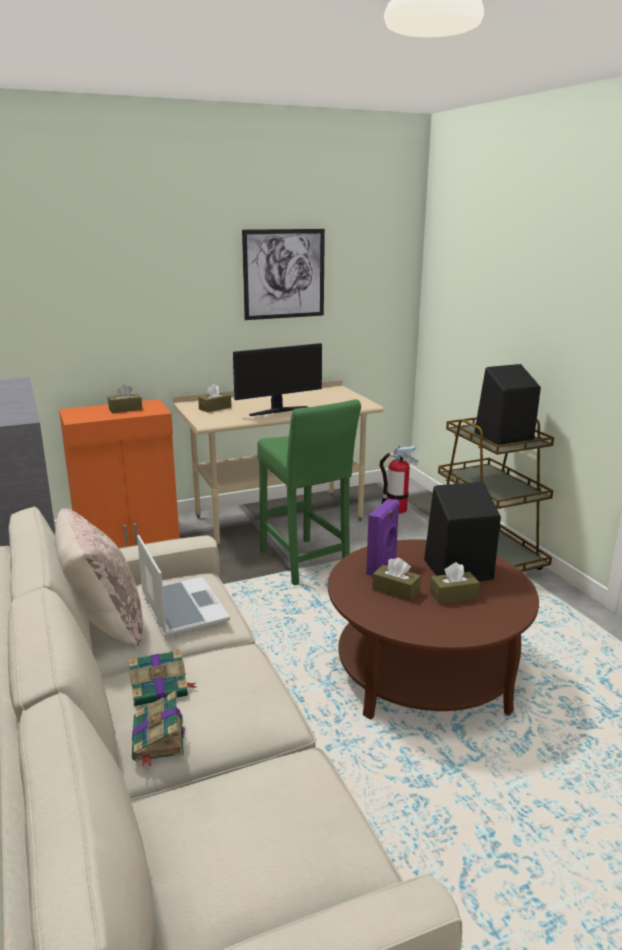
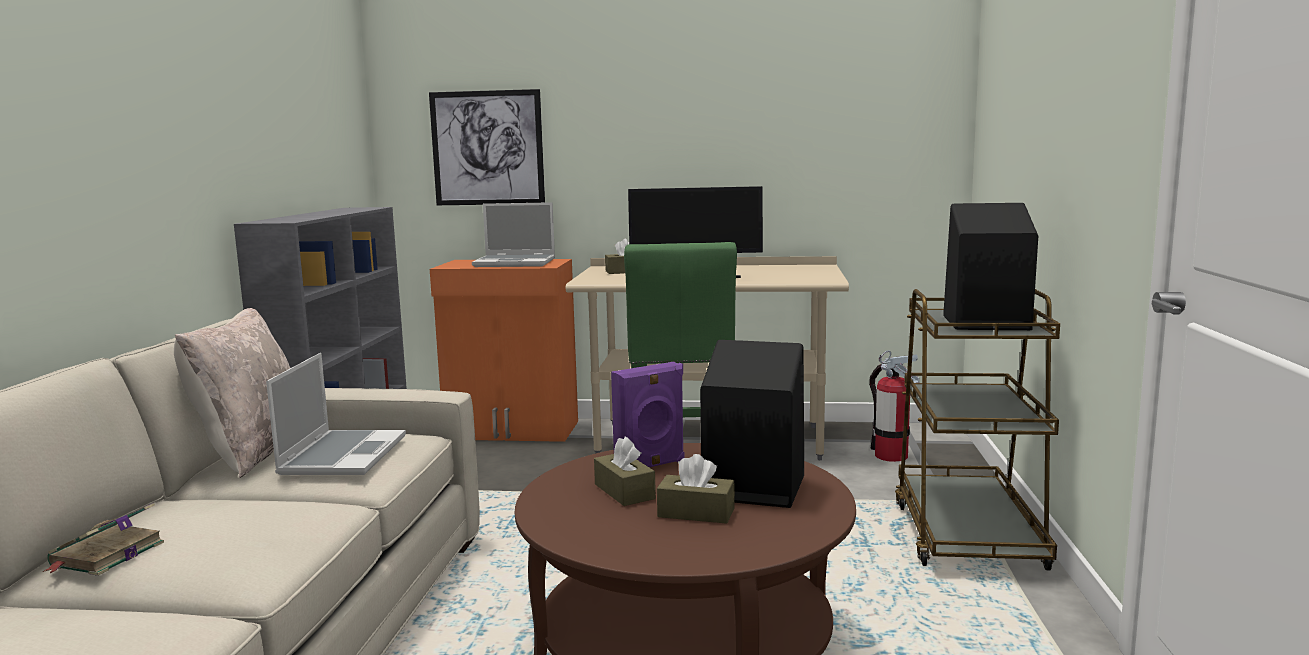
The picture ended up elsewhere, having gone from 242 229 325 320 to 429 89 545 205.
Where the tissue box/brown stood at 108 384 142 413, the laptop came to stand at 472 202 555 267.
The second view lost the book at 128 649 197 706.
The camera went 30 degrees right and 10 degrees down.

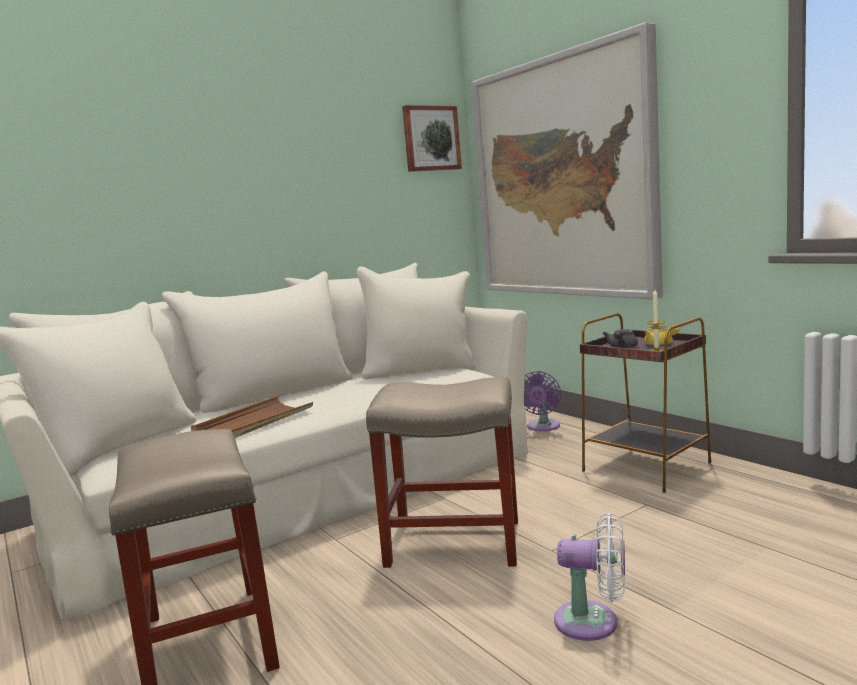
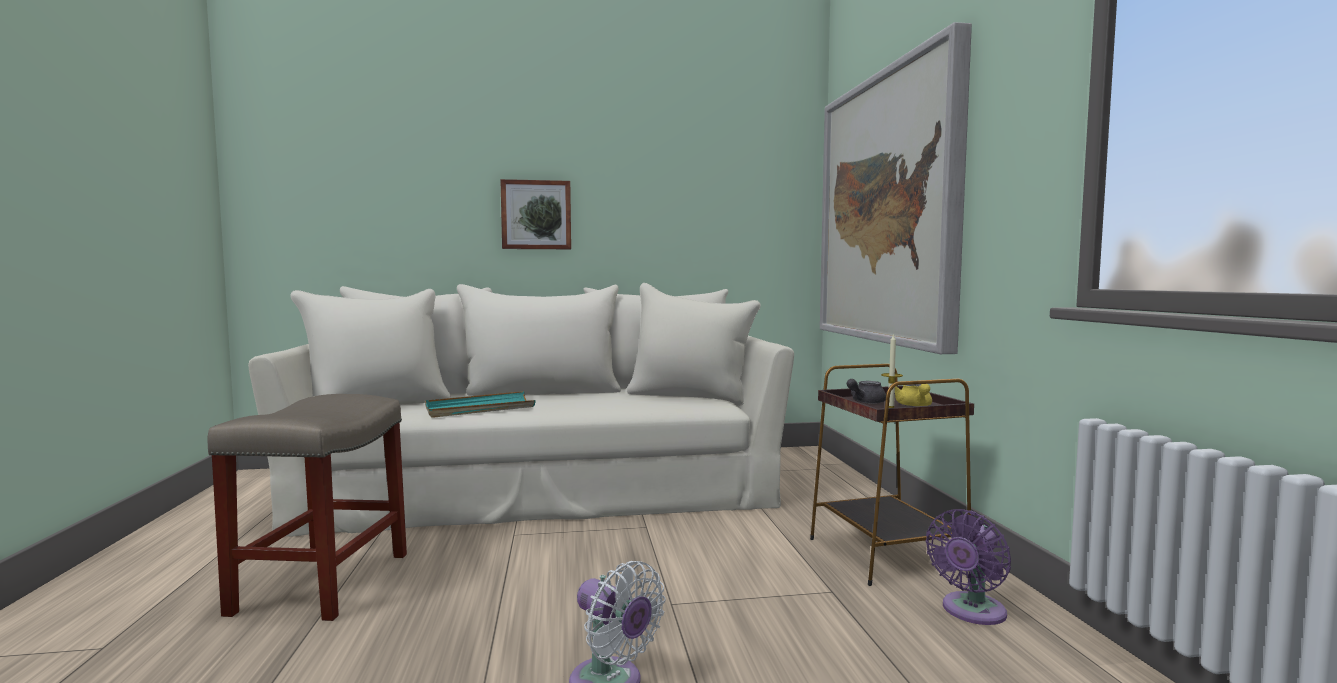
The picture ended up elsewhere, having gone from 402 105 462 172 to 500 179 571 249.
The fan/purple ended up elsewhere, having gone from 524 371 562 431 to 926 509 1011 625.
The second view lost the stool/beige at 366 377 518 568.
What was the tray/brown at 191 396 313 438 turned into the tray/turquoise at 425 391 536 418.
The camera went 25 degrees right and 5 degrees down.

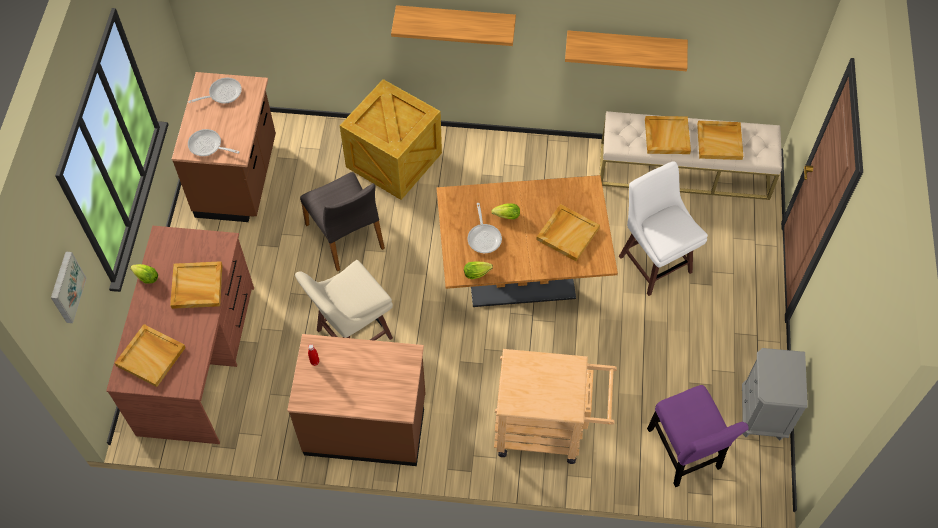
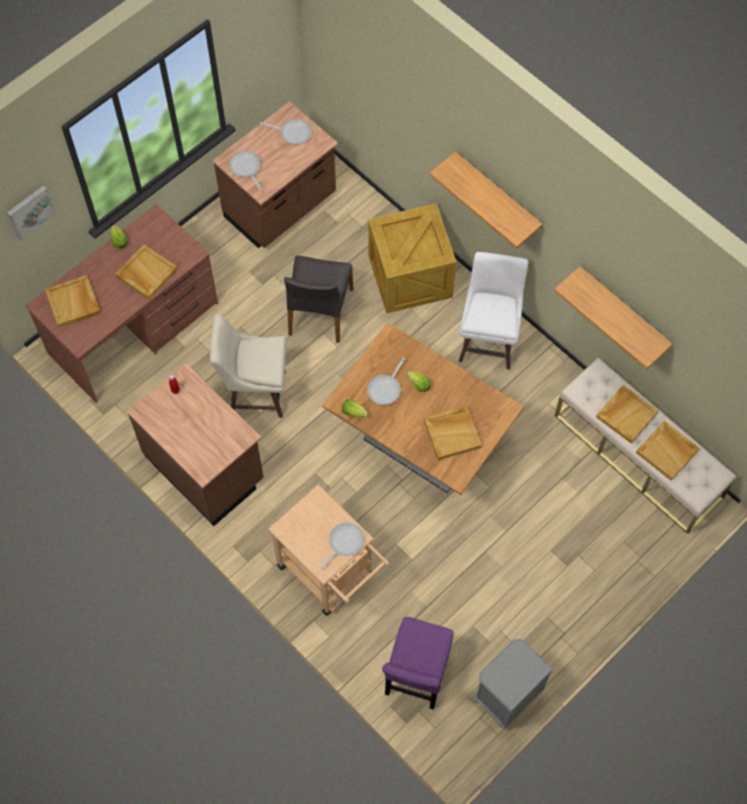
The stool/white ended up elsewhere, having gone from 619 161 708 296 to 459 252 528 370.
The second view gained the frying pan at 319 522 364 570.
The camera went 40 degrees right and 5 degrees up.

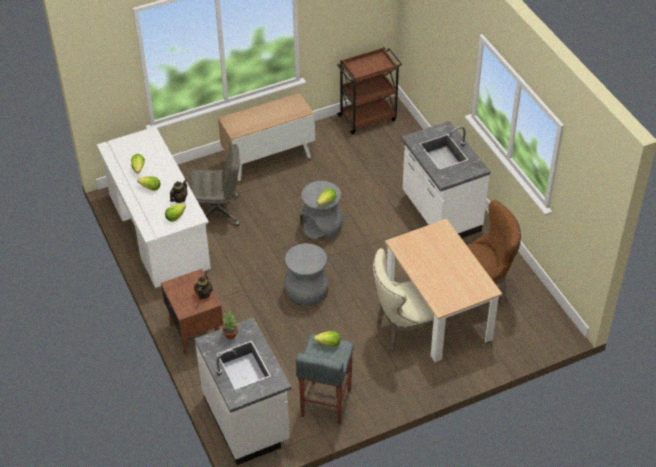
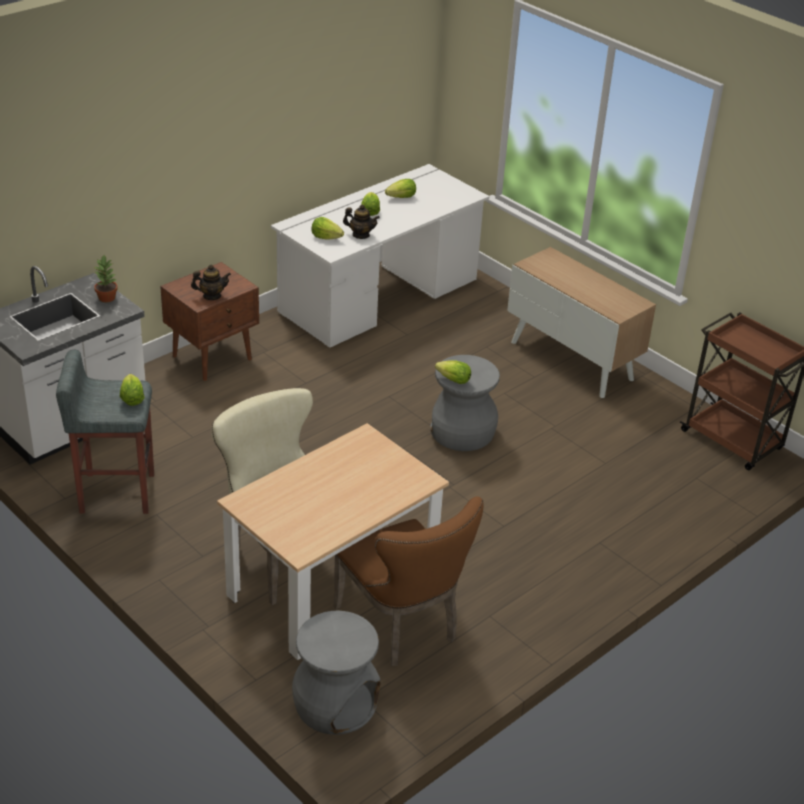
The second view lost the counter/white at 401 121 490 238.
The second view lost the office chair/grey at 189 144 240 226.
The stool/grey ended up elsewhere, having gone from 284 243 328 306 to 292 611 381 735.
The camera went 70 degrees right and 10 degrees down.

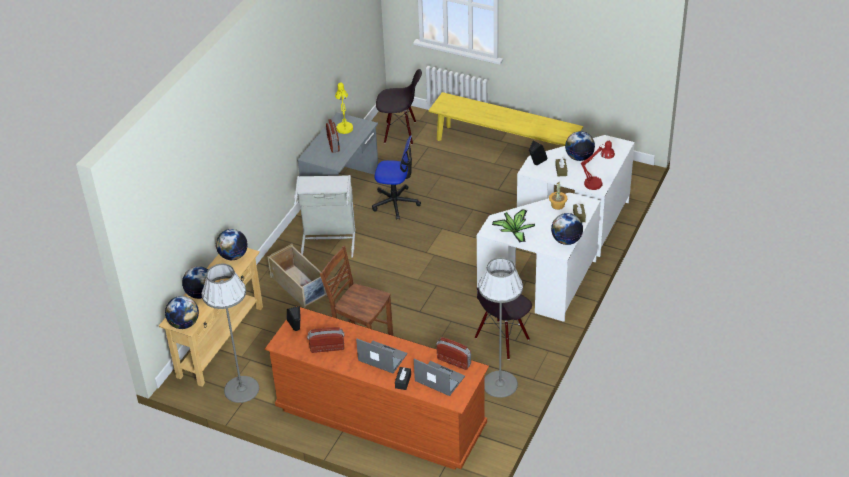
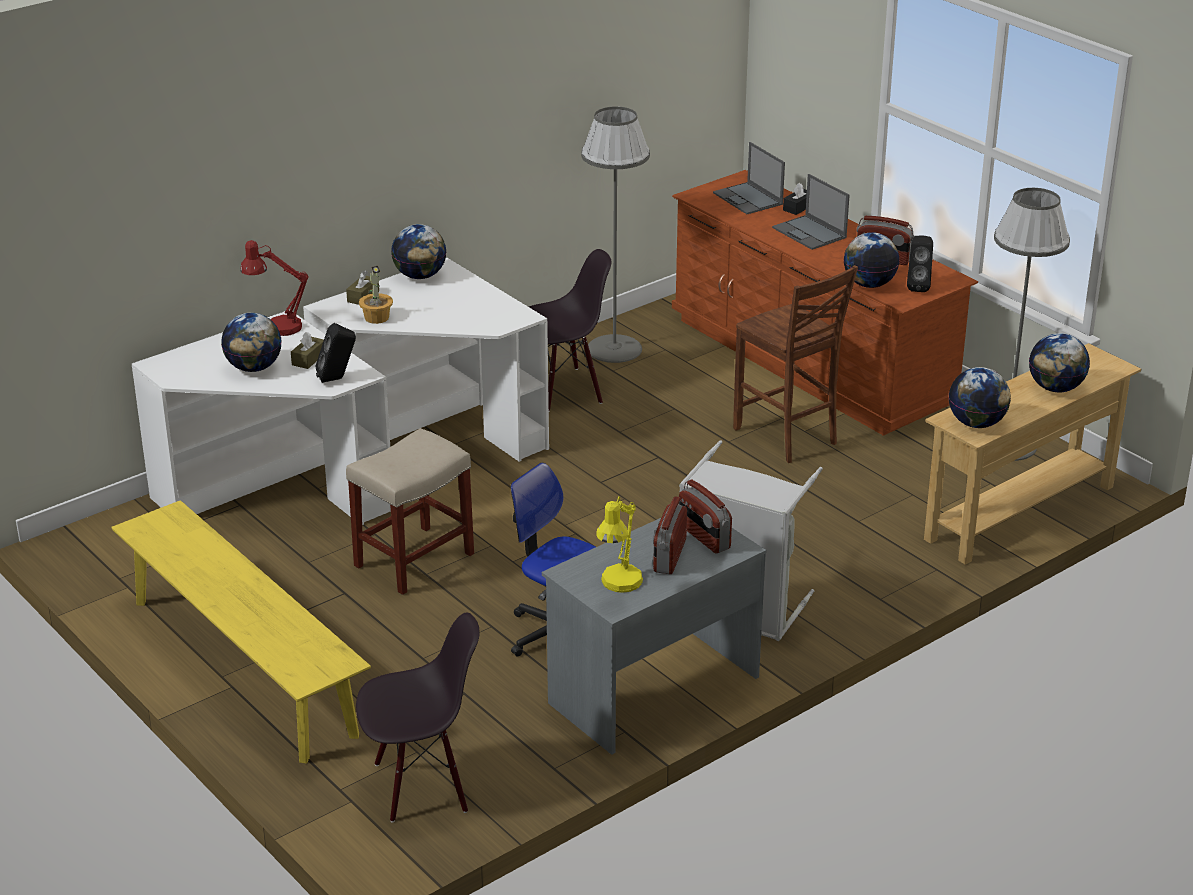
The chair/black at 376 69 422 145 ended up facing another way, 135 degrees clockwise from before.
The second view lost the potted plant at 492 209 535 242.
The second view lost the storage box/beige at 267 244 327 308.
The globe ended up elsewhere, having gone from 165 296 199 329 to 844 232 900 288.
The radio ended up elsewhere, having gone from 437 337 471 370 to 679 480 732 554.
The second view gained the stool/beige at 346 428 474 595.
The camera went 155 degrees left and 10 degrees down.

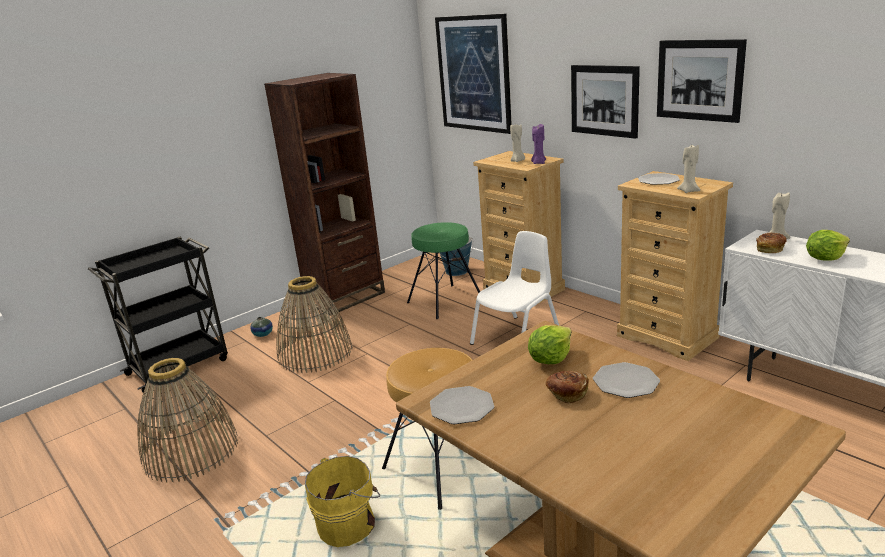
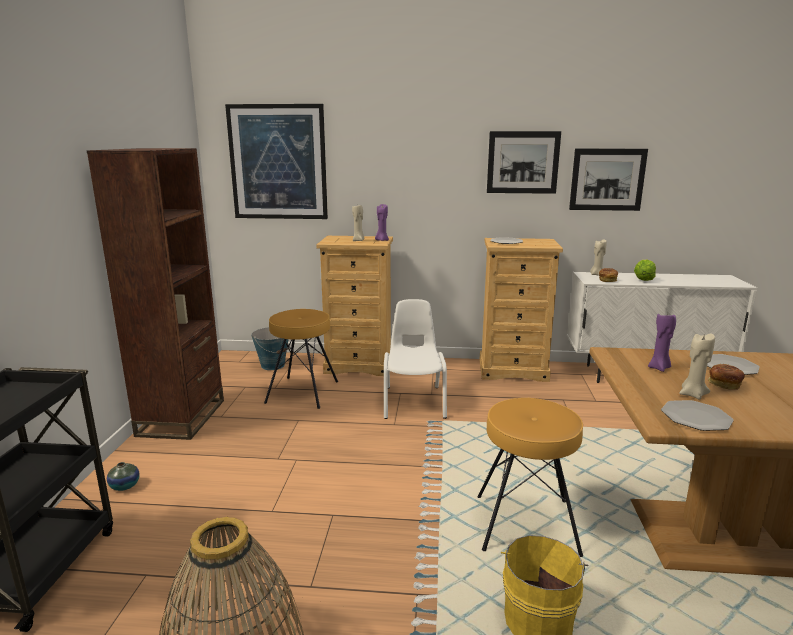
The picture ended up elsewhere, having gone from 571 65 640 139 to 569 149 648 211.
The candle/beige ended up elsewhere, having gone from 677 145 700 193 to 679 333 715 399.
What was the stool/green at 407 222 480 319 turned into the stool/brown at 264 309 338 409.
The second view lost the basket at 277 276 353 373.
Where the lettuce stood at 528 325 572 364, the candle/purple came to stand at 648 312 676 372.
The camera went 45 degrees left and 5 degrees down.

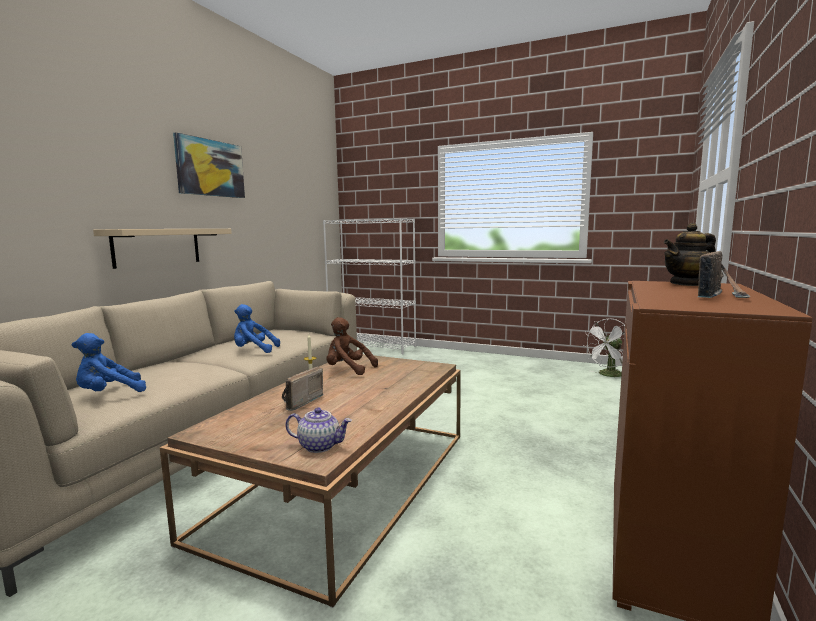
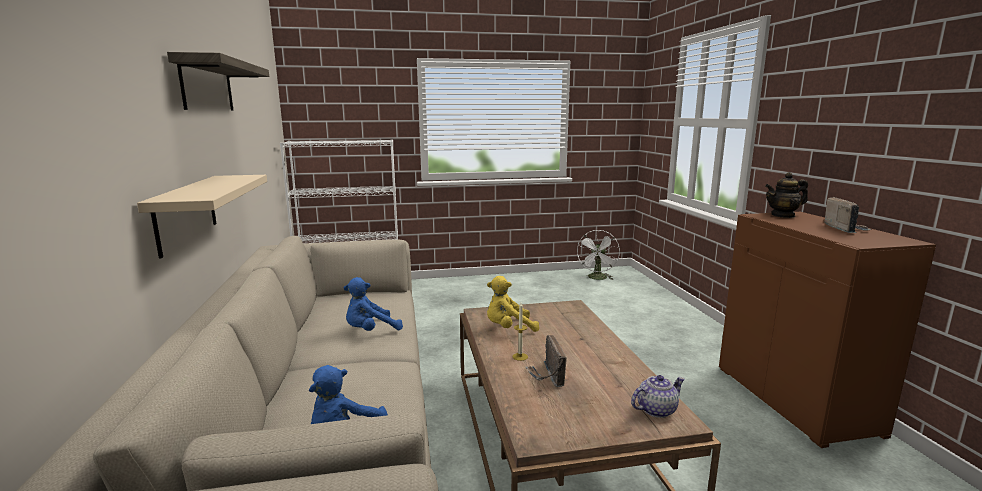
Where the picture hung at 173 132 245 198, the shelf came to hang at 167 52 269 111.
The teapot at 663 223 716 286 ended up facing another way, 45 degrees clockwise from before.
What was the plush toy/brown at 326 317 378 375 turned into the plush toy/yellow at 487 276 539 332.
The camera went 35 degrees left and 5 degrees up.

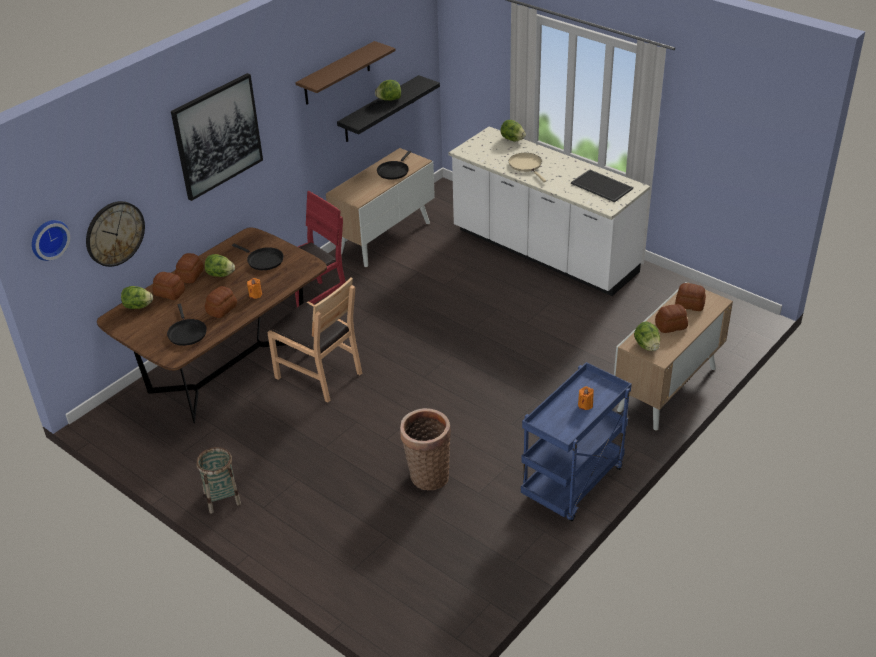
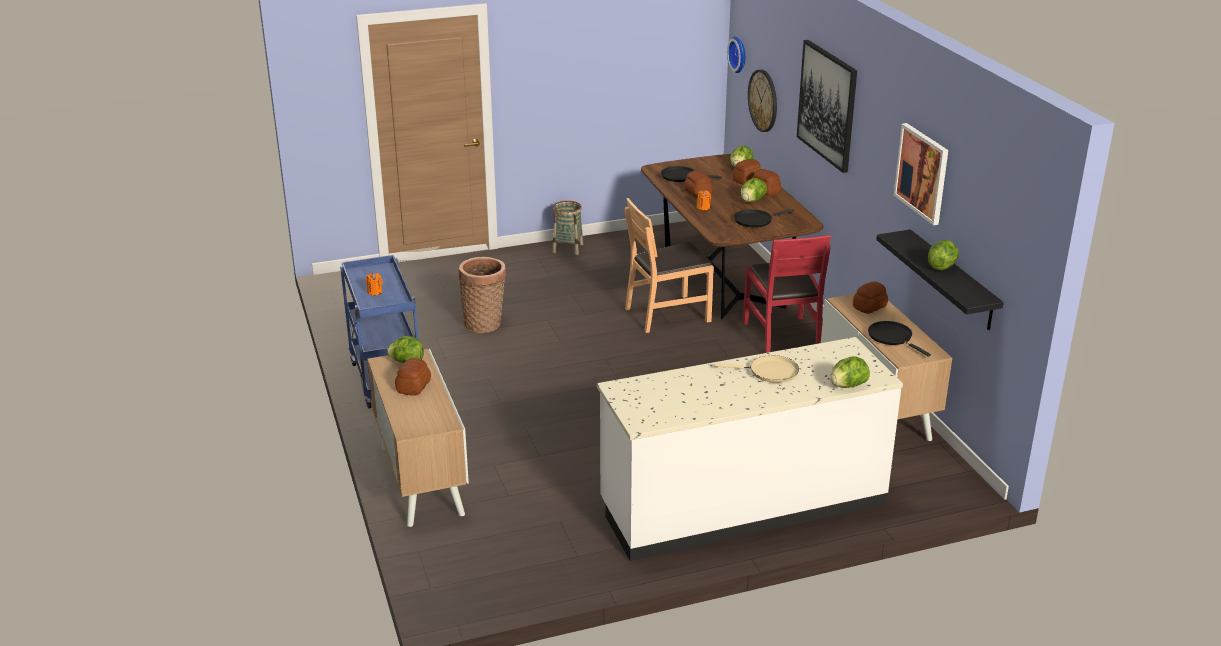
Where the shelf/brown hung at 295 41 396 105, the picture came to hang at 894 123 948 225.
The second view lost the tray at 571 170 633 202.
The bread ended up elsewhere, having gone from 675 283 706 311 to 853 282 888 314.
The camera went 120 degrees right and 10 degrees down.

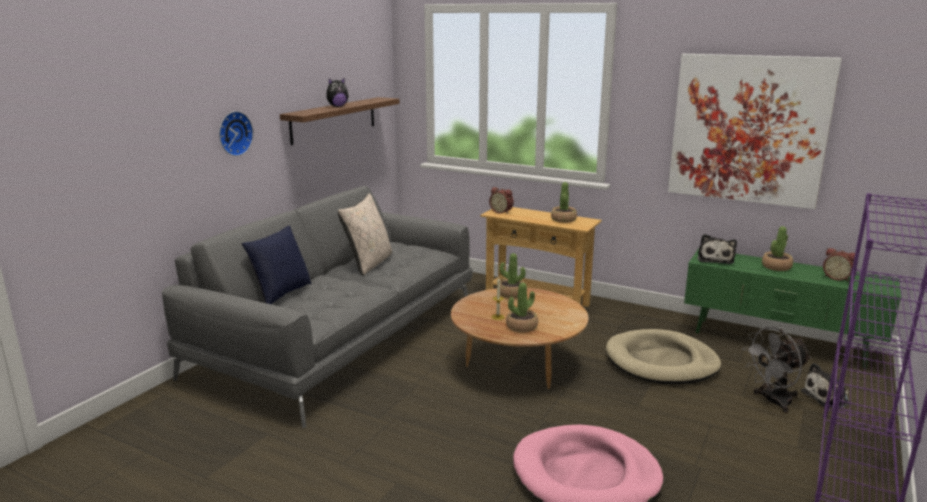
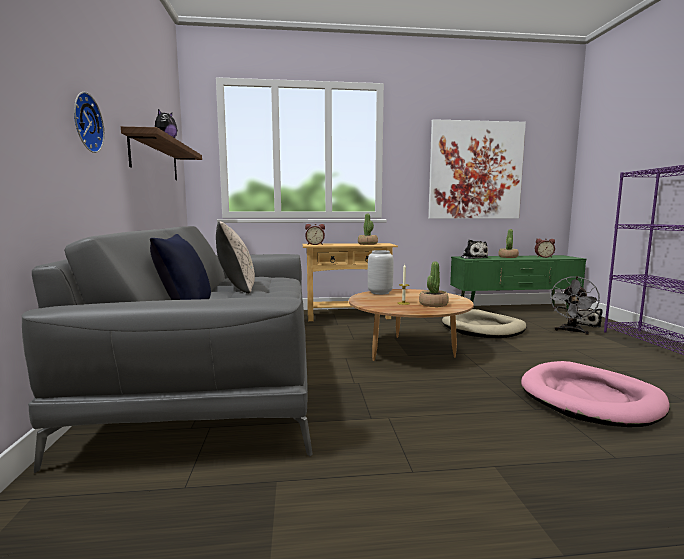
Where the potted plant stood at 500 253 526 298, the vase/grey came to stand at 368 250 394 295.
The camera went 35 degrees left and 10 degrees down.

